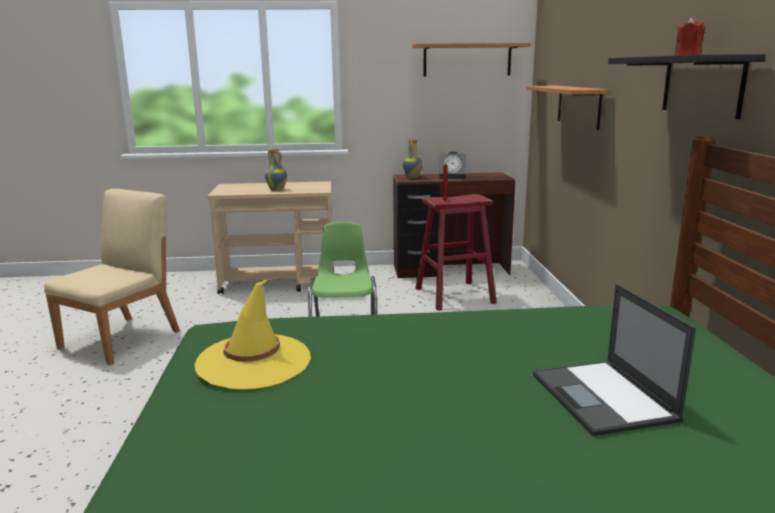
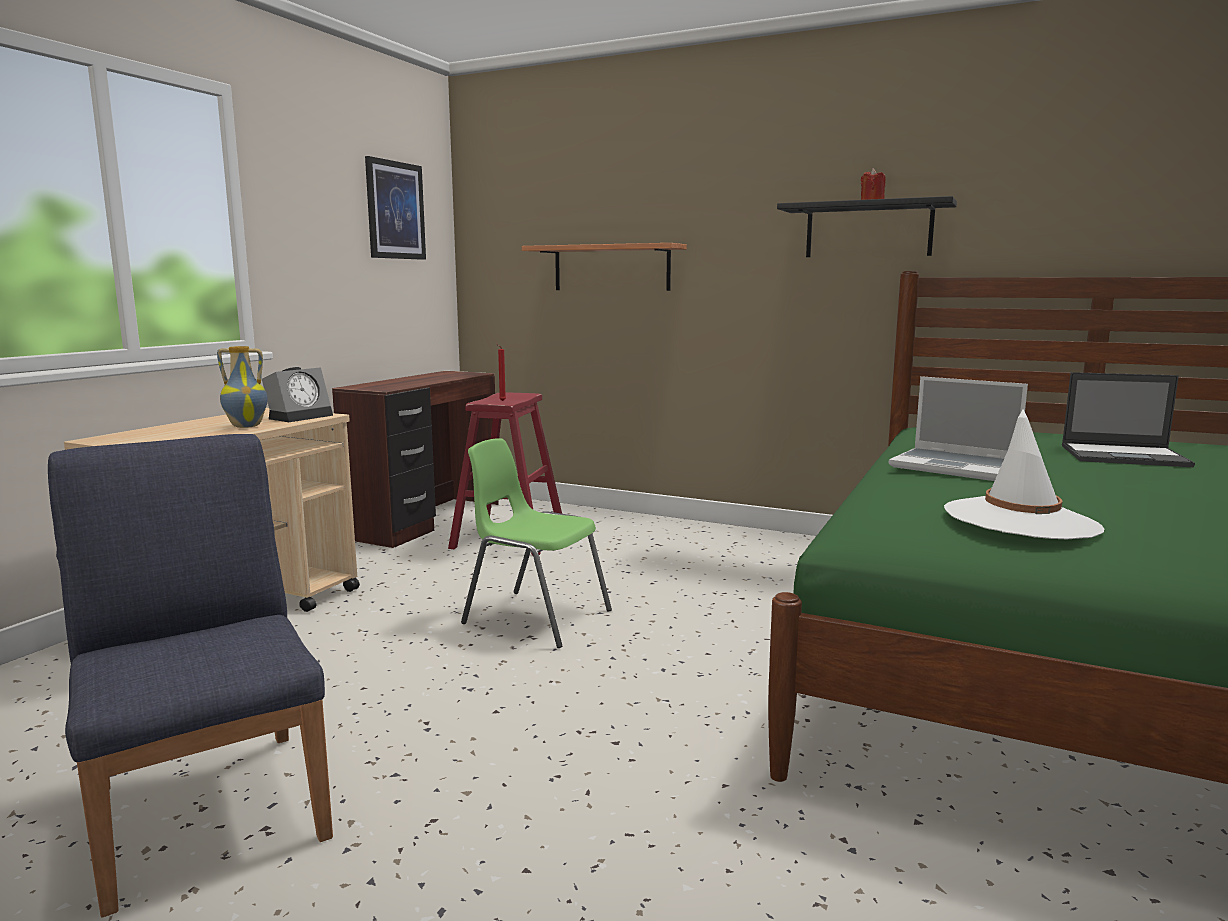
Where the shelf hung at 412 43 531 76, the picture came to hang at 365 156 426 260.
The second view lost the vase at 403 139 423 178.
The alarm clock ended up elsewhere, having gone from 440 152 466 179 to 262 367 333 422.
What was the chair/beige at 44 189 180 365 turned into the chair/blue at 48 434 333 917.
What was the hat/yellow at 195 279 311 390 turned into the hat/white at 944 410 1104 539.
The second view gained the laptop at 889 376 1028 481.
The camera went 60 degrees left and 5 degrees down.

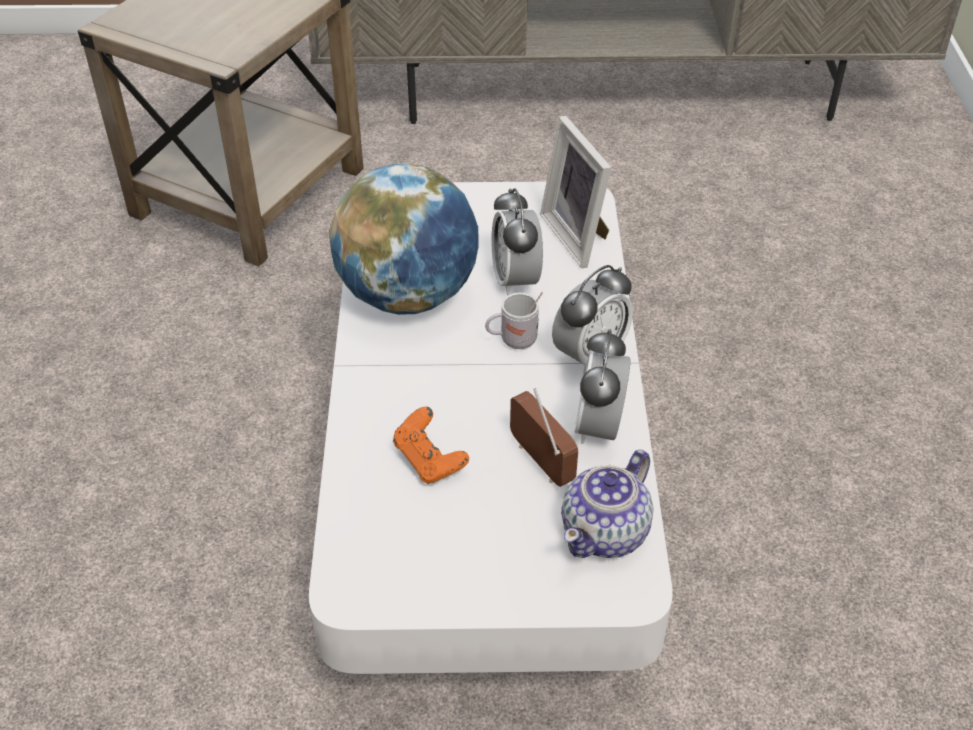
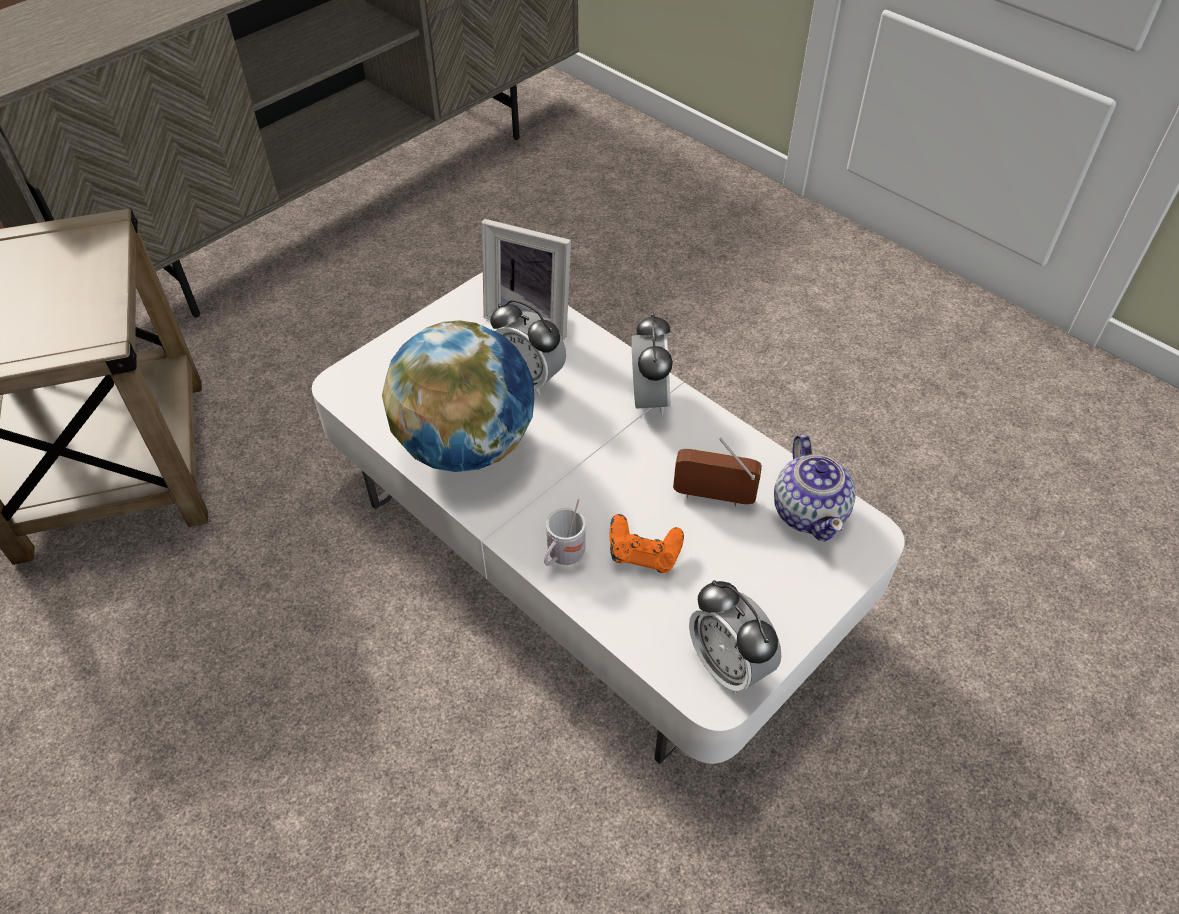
The mug/white ended up elsewhere, having gone from 485 292 543 349 to 544 499 586 566.
The alarm clock ended up elsewhere, having gone from 575 329 631 444 to 689 580 781 694.
The camera went 45 degrees left and 5 degrees up.

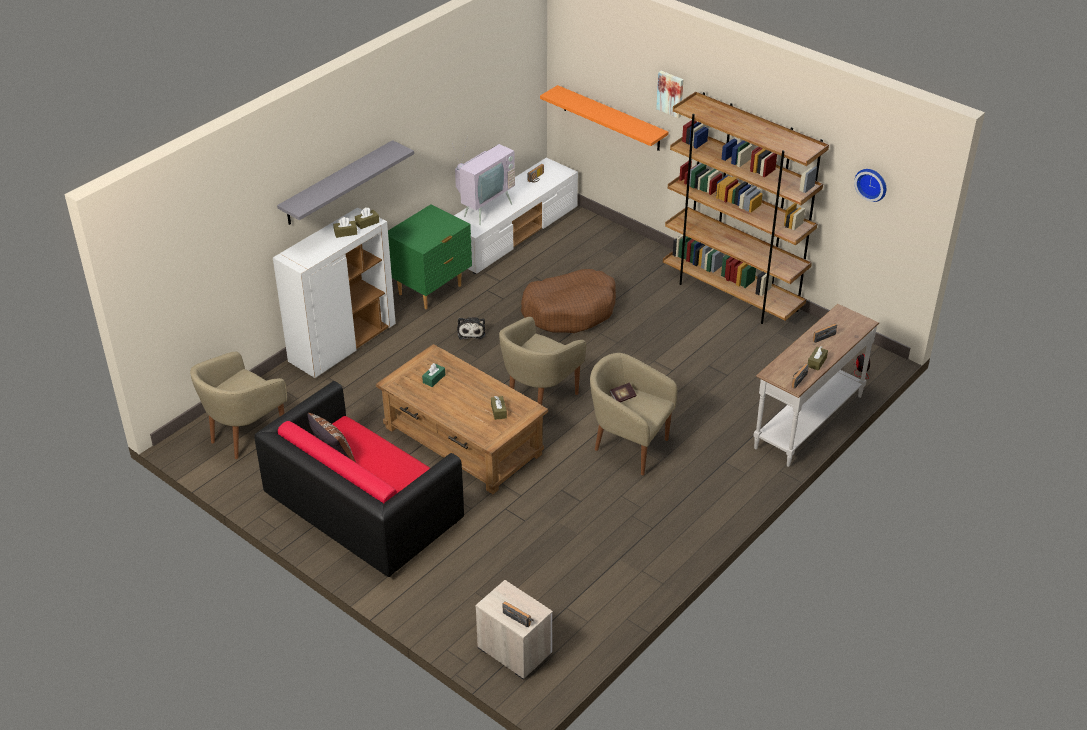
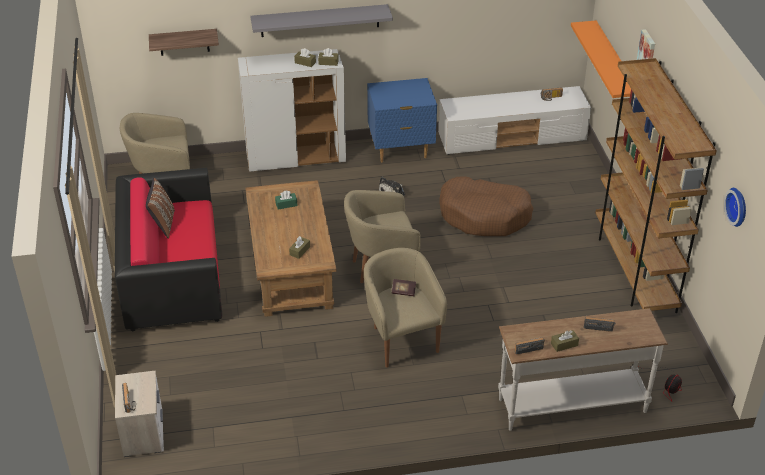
The second view lost the television at 452 143 515 225.
What was the nightstand/green at 388 204 472 309 turned into the nightstand/blue at 367 78 437 163.
The second view gained the shelf at 149 29 219 56.
The camera went 40 degrees right and 0 degrees up.

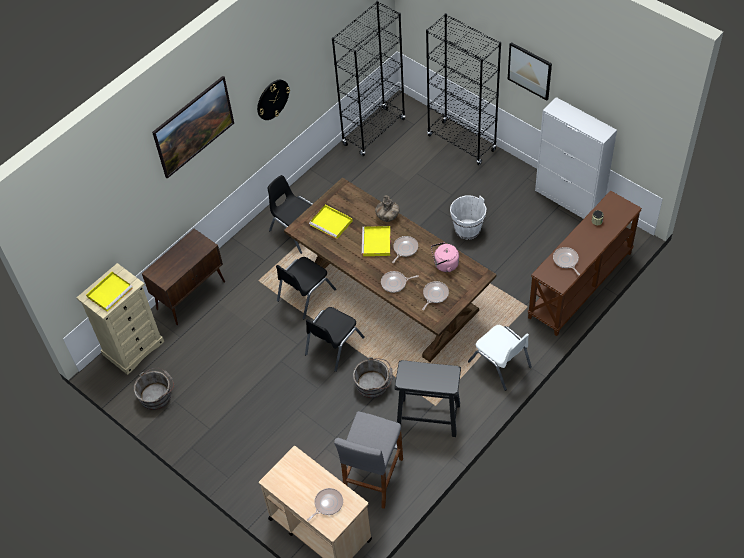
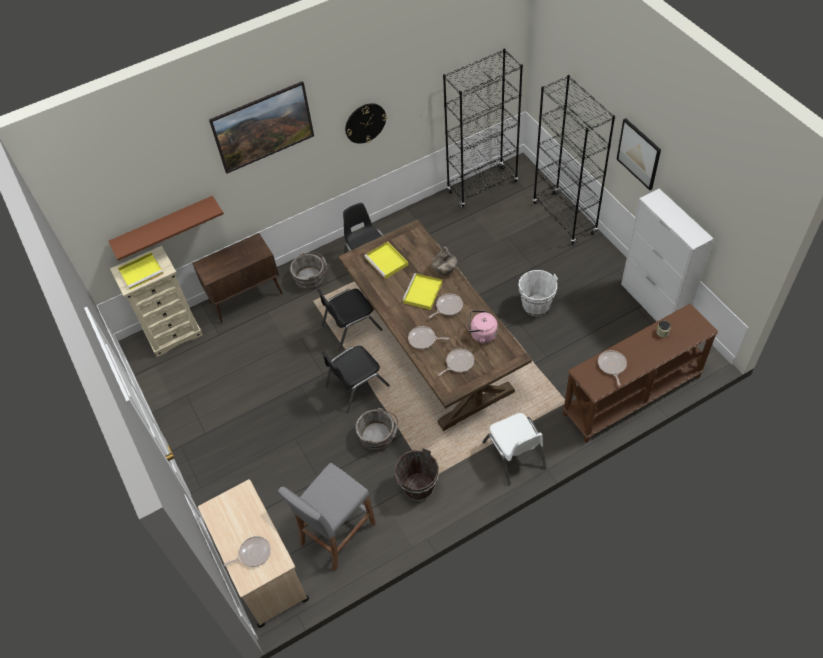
Where the stool/black stood at 395 360 461 437, the bucket/brown came to stand at 395 448 439 501.
The bucket/grey ended up elsewhere, having gone from 133 368 174 410 to 290 252 328 290.
The second view gained the shelf/brown at 108 196 224 261.
The camera went 20 degrees right and 0 degrees up.

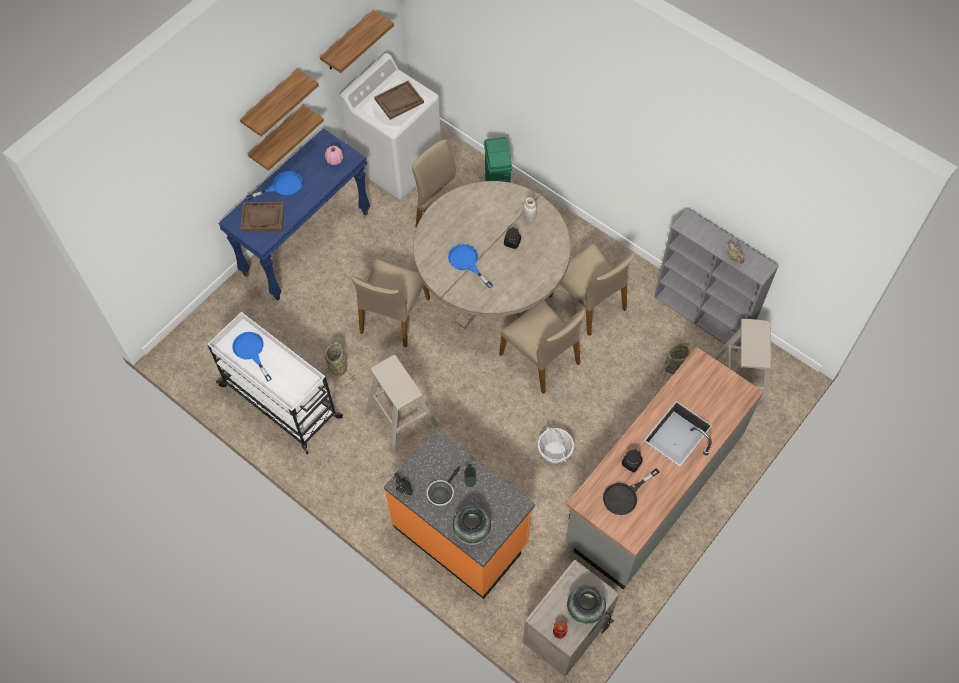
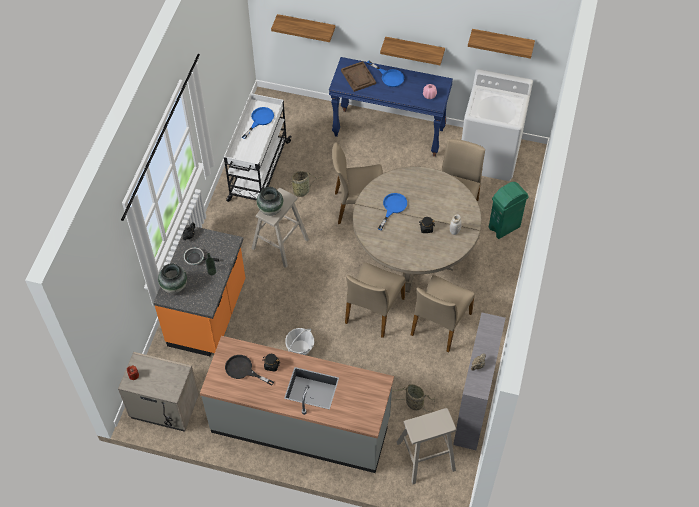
The shelf ended up elsewhere, having gone from 240 69 319 137 to 271 14 335 42.
The second view lost the tray/brown at 374 81 424 120.
The vase ended up elsewhere, having gone from 567 585 606 625 to 257 187 284 216.
The camera went 65 degrees right and 5 degrees down.

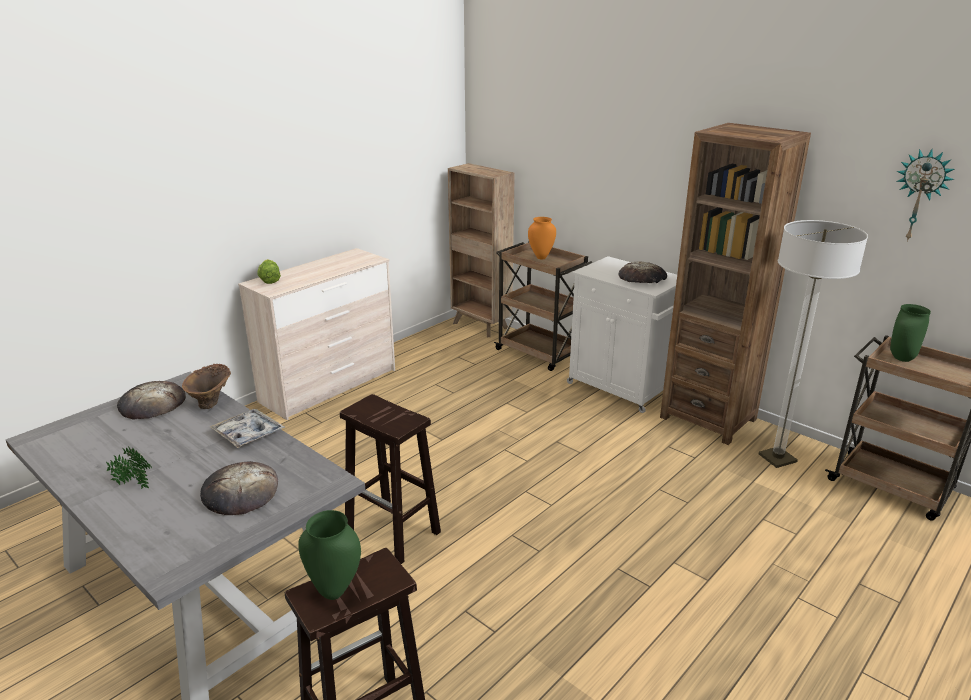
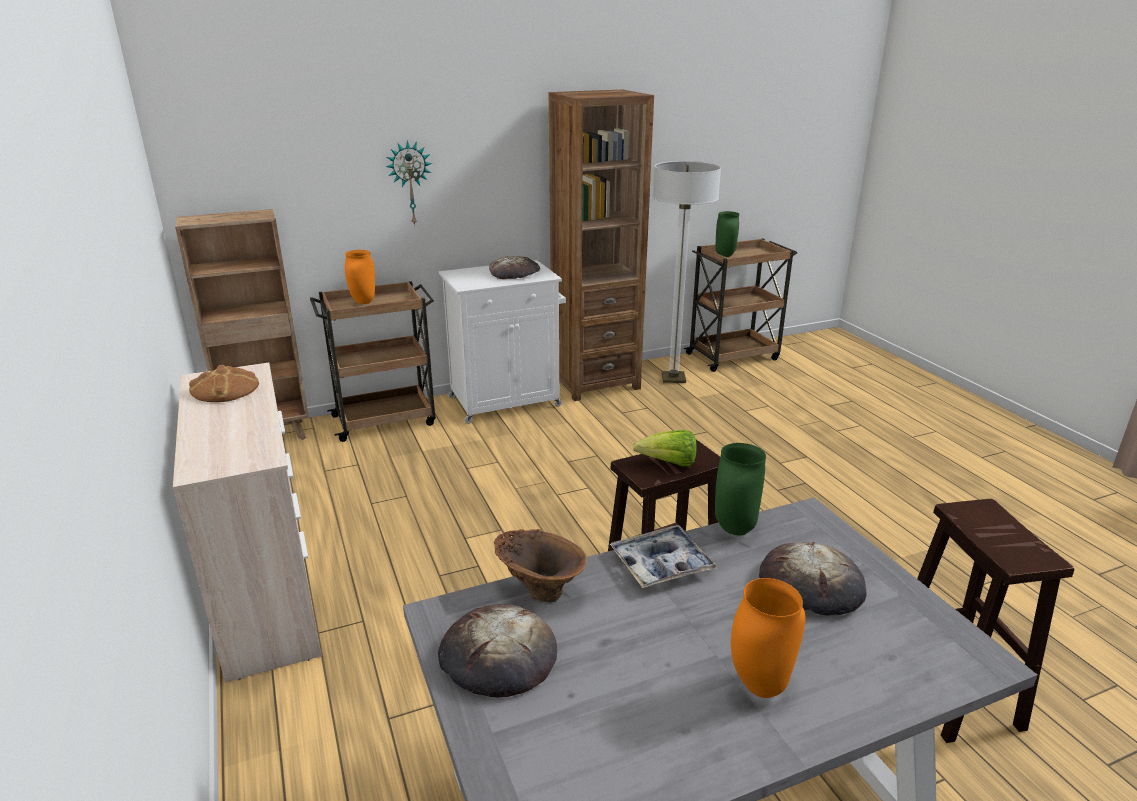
The wall clock ended up elsewhere, having gone from 896 149 954 242 to 386 140 432 226.
The lettuce ended up elsewhere, having gone from 257 259 281 284 to 633 430 696 466.
Where the potted plant stood at 106 446 152 489, the vase/orange came to stand at 731 578 805 698.
The vase/green ended up elsewhere, having gone from 298 510 361 600 to 715 443 766 535.
The second view gained the bread at 189 365 259 402.
The camera went 65 degrees left and 0 degrees up.

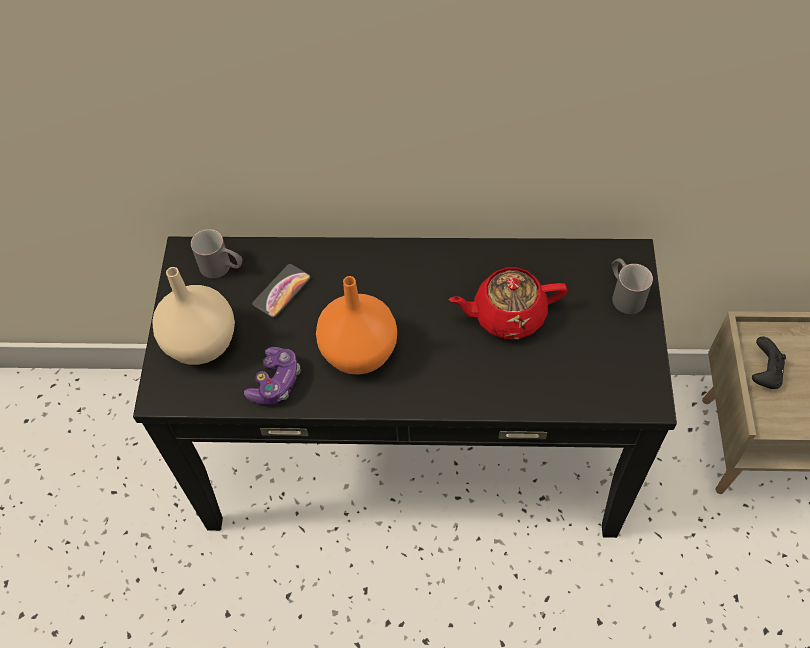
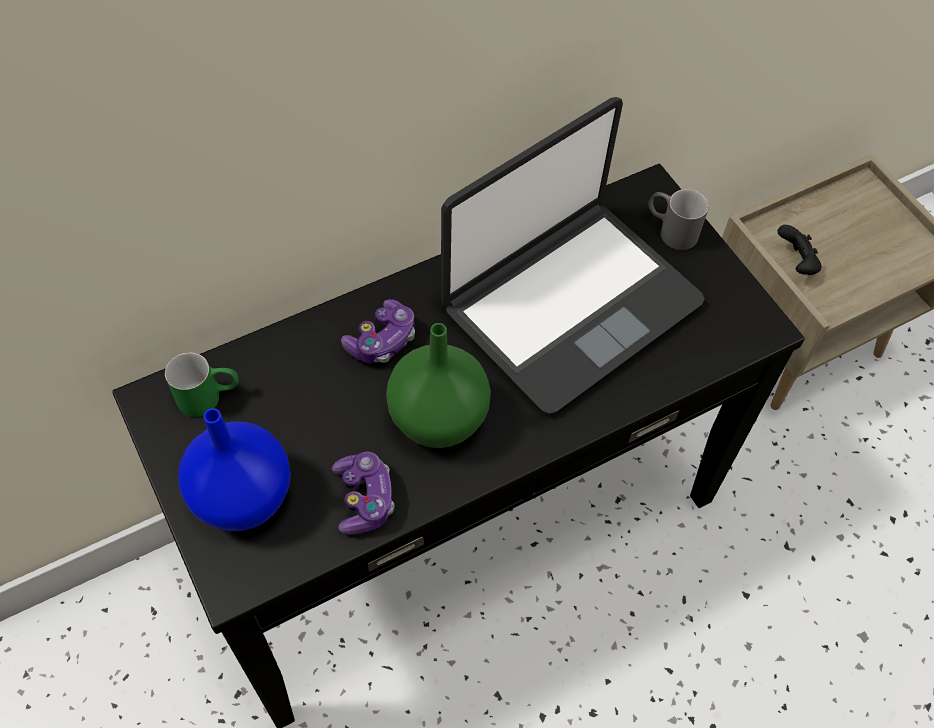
What was the mug/grey at 191 229 242 279 turned into the mug/green at 165 352 238 417.
The second view lost the phone at 252 264 311 318.
What was the vase/beige at 152 267 235 365 turned into the vase/blue at 178 408 291 531.
Where the teapot/red stood at 449 268 567 339, the laptop came to stand at 441 97 705 415.
What was the vase/orange at 316 276 397 375 turned into the vase/green at 386 323 491 448.
The second view gained the game controller at 341 299 415 364.
The camera went 35 degrees left and 0 degrees up.

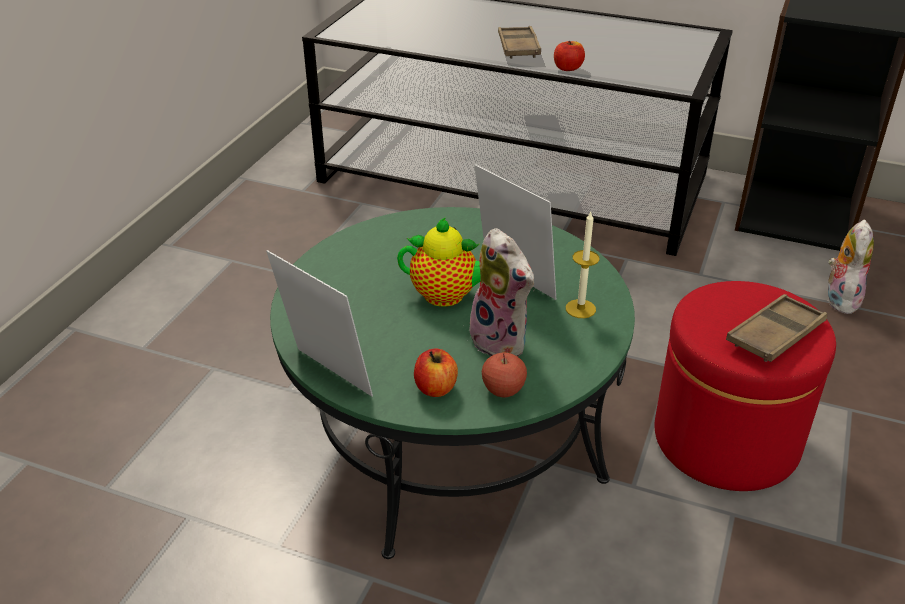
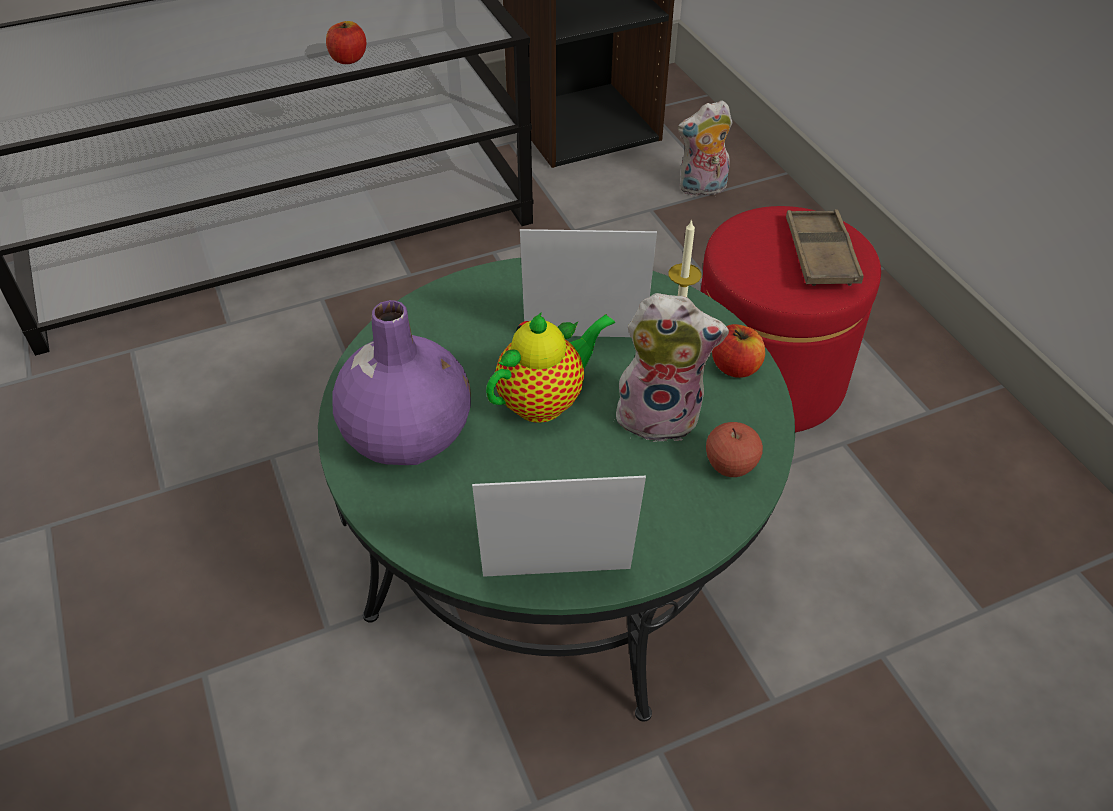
The second view lost the tray/brown at 498 26 541 59.
The plush toy at 828 220 874 316 ended up facing another way, 75 degrees counterclockwise from before.
The apple ended up elsewhere, having gone from 414 348 458 397 to 712 324 765 378.
The second view gained the vase/purple at 332 300 471 465.
The camera went 45 degrees left and 10 degrees up.

